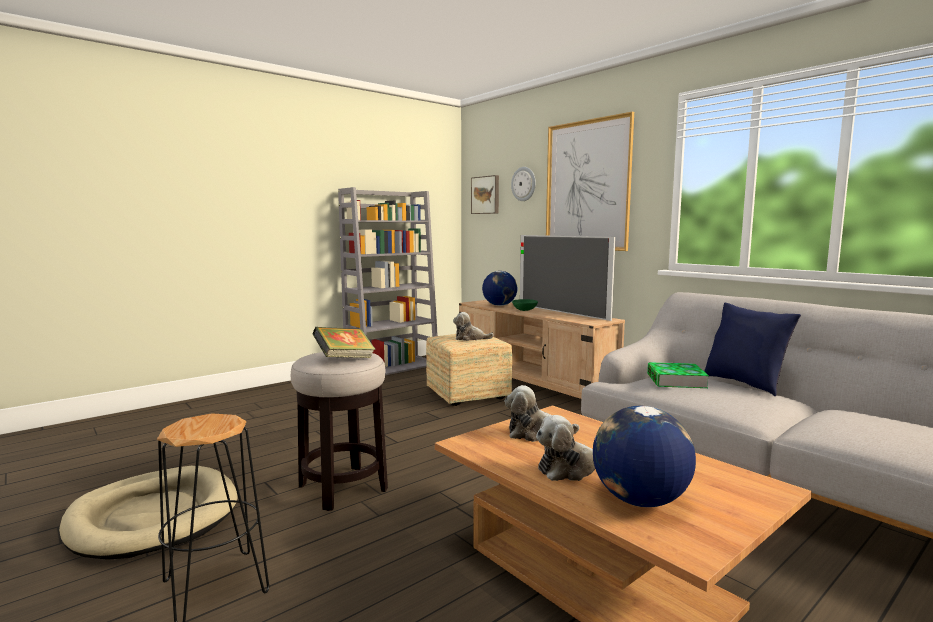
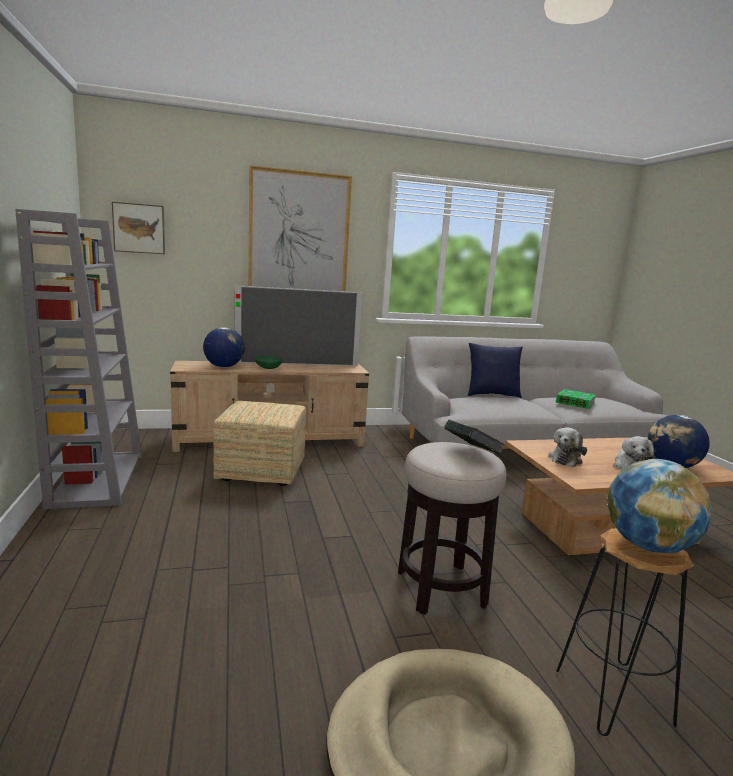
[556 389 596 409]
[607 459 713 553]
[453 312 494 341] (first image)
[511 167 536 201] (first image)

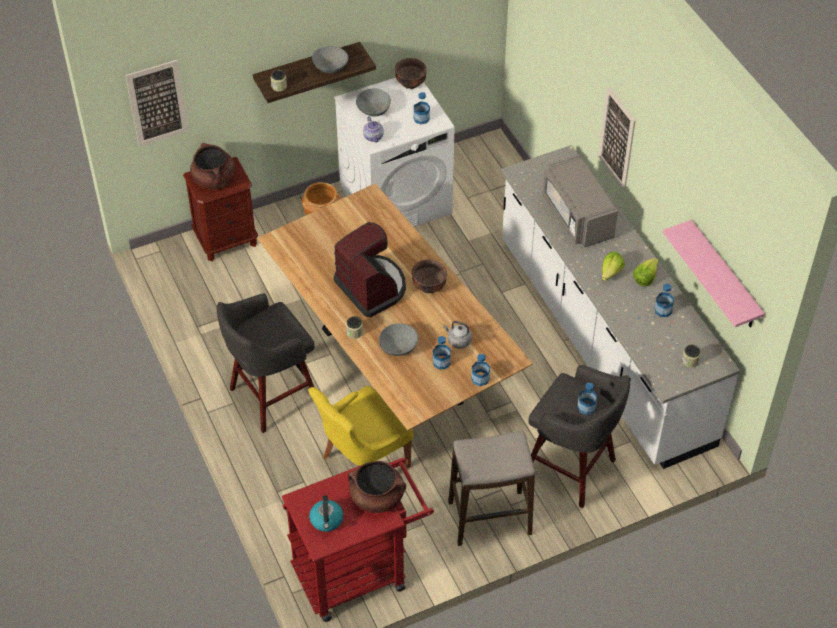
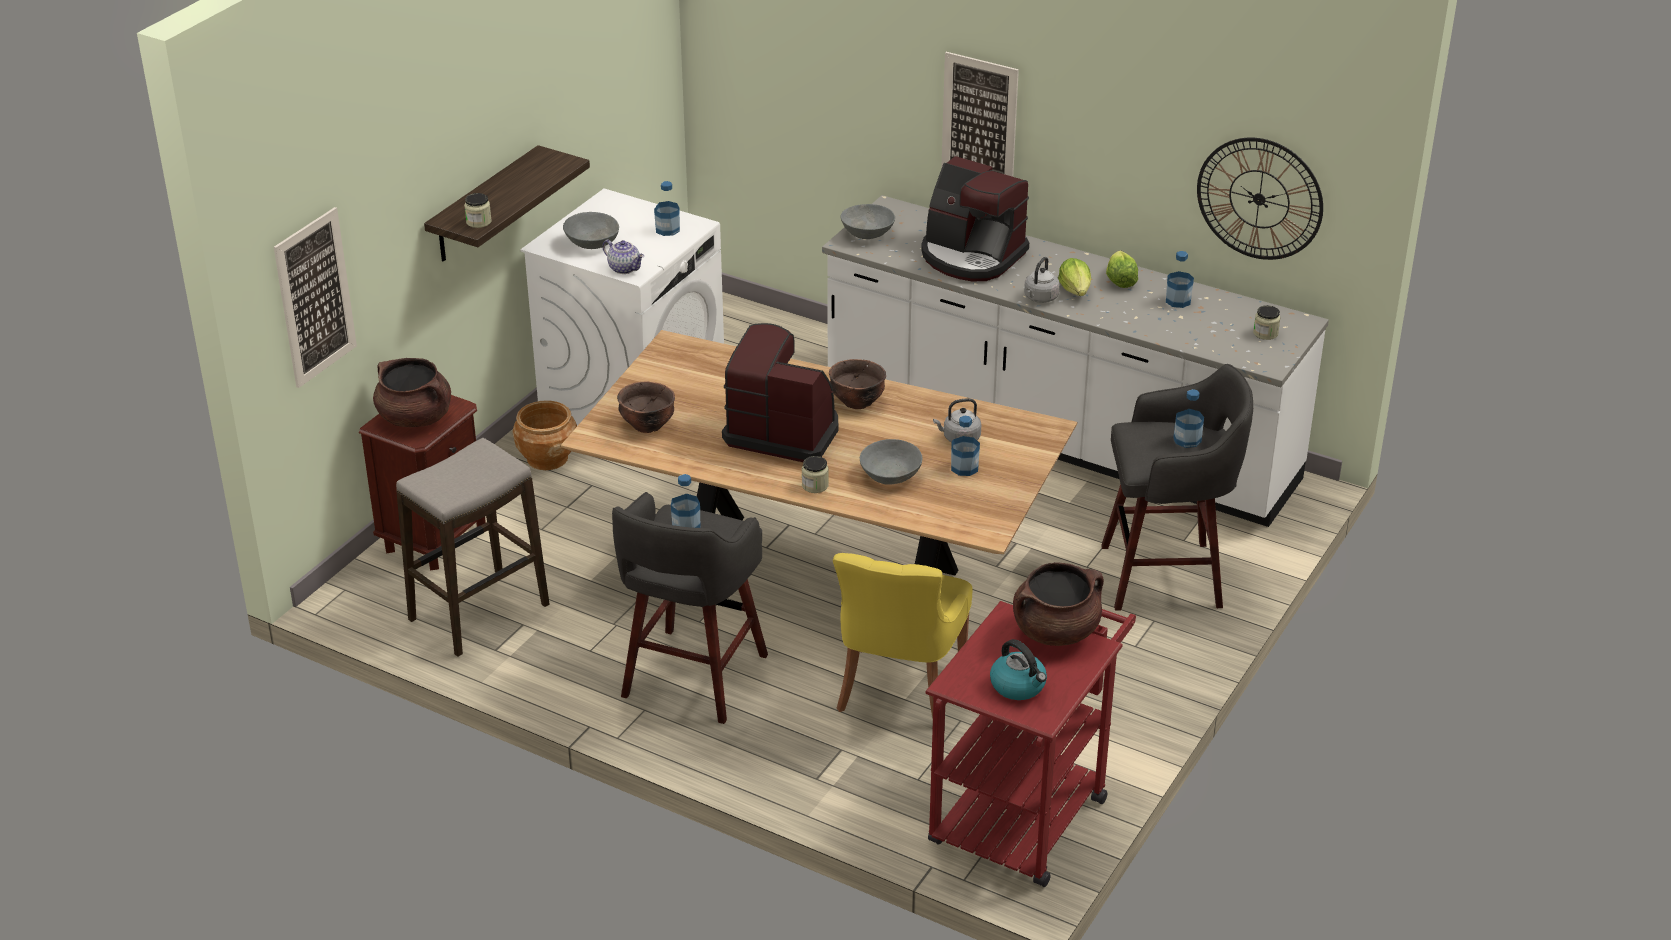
[396 438 549 657]
[617 382 675 433]
[671 474 700 528]
[841 204 895 239]
[921 156 1029 281]
[1024 257 1060 303]
[1197 138 1323 260]

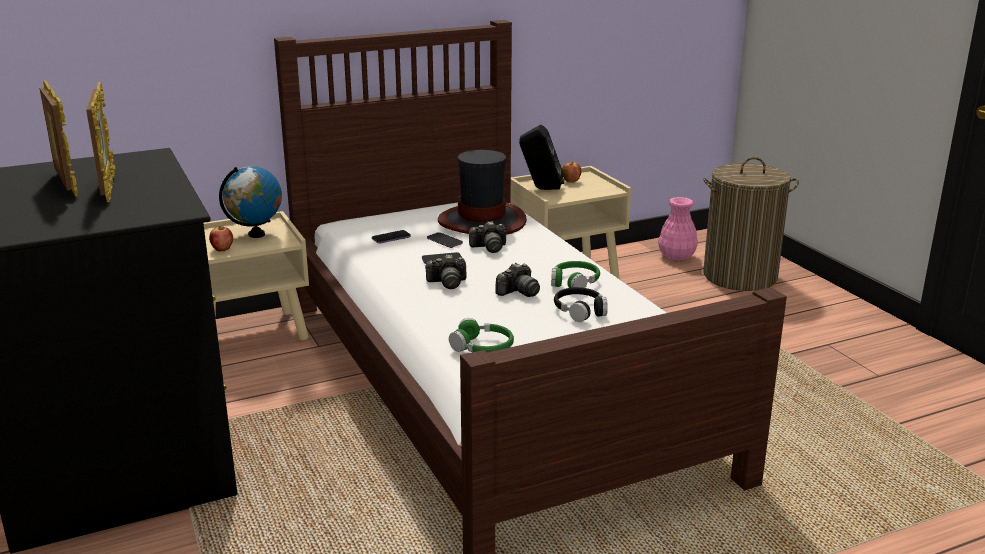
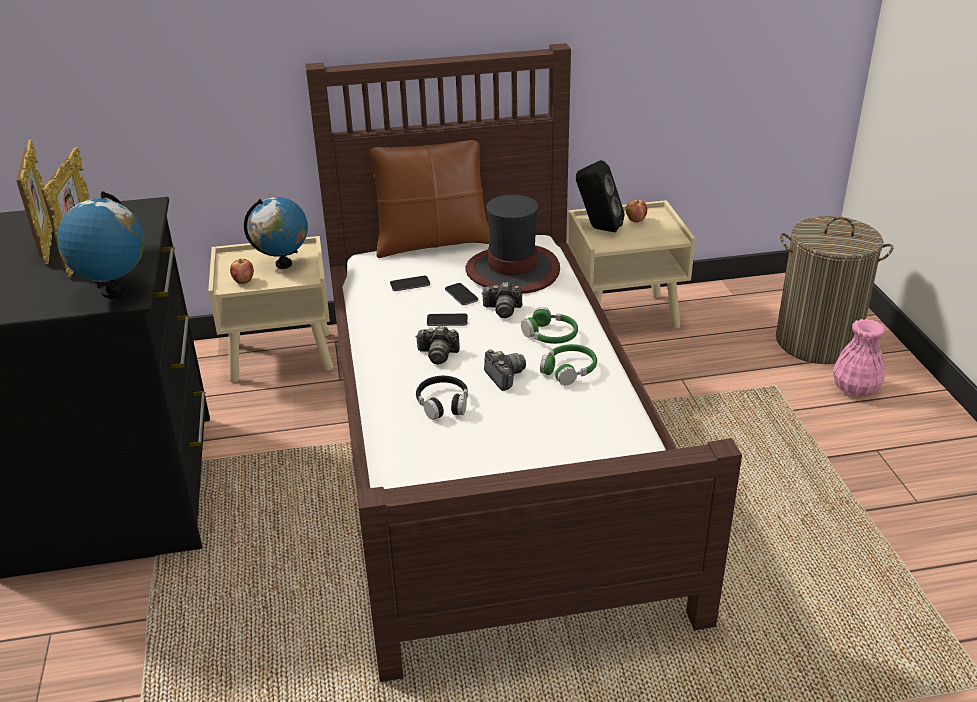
[57 191 144 299]
[369 140 490 258]
[416 376 468 420]
[484 350 526 391]
[521 307 578 344]
[833 319 885 396]

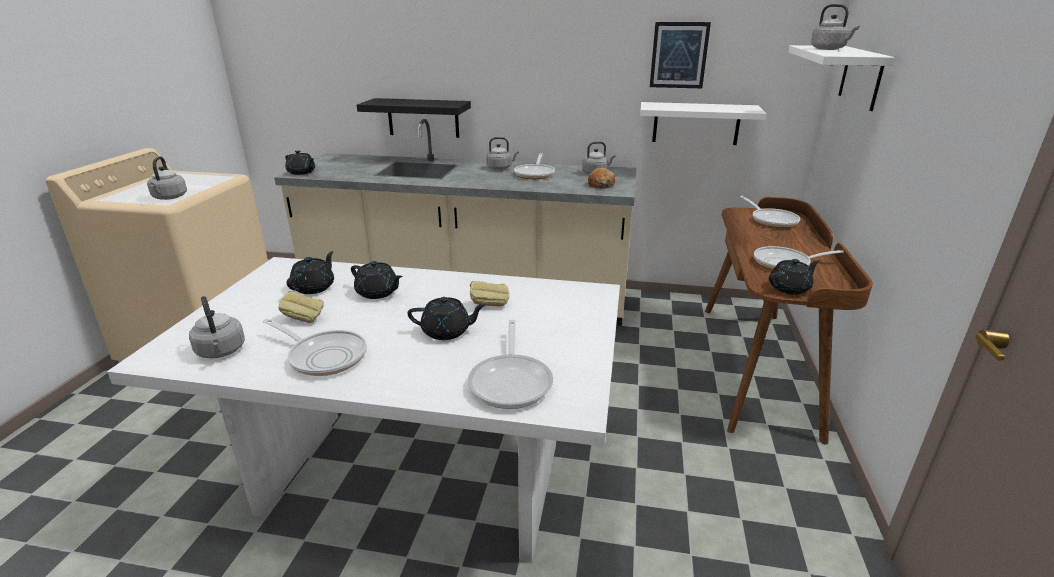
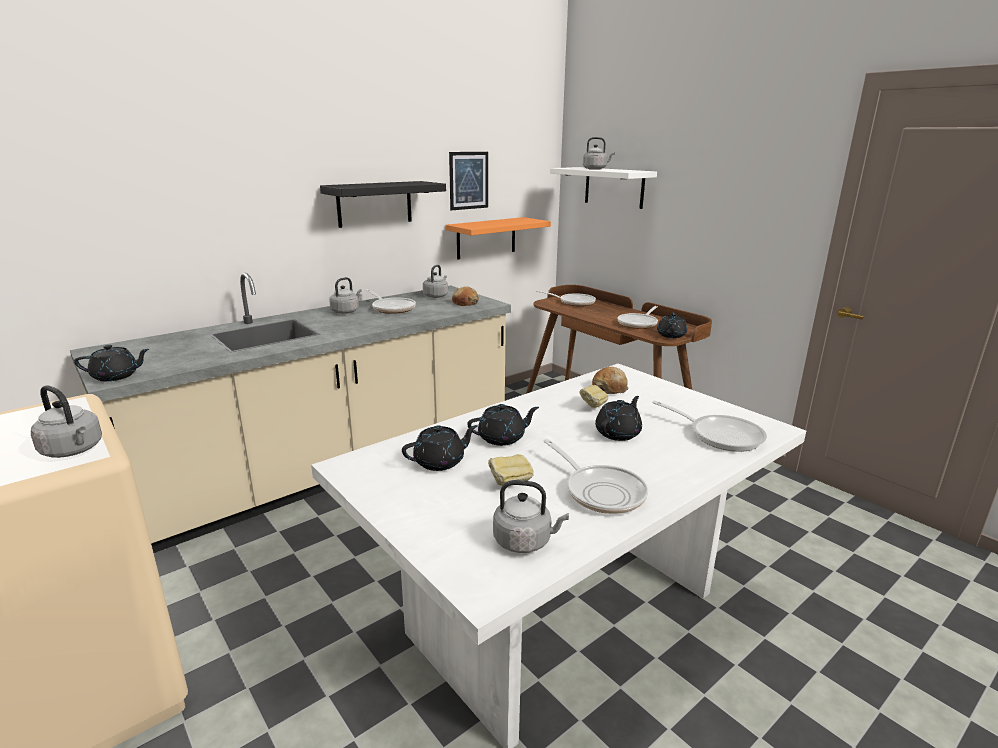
[320 181 446 228]
[402 425 477 471]
[446 217 551 259]
[543 439 648 514]
[592 367 628 394]

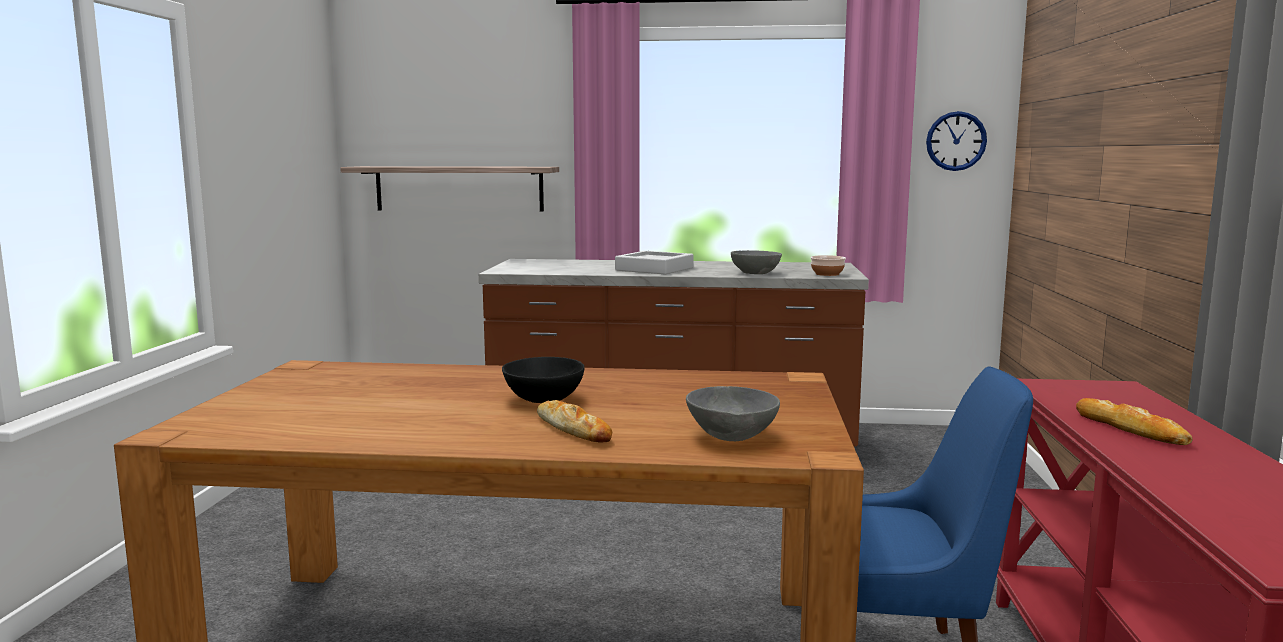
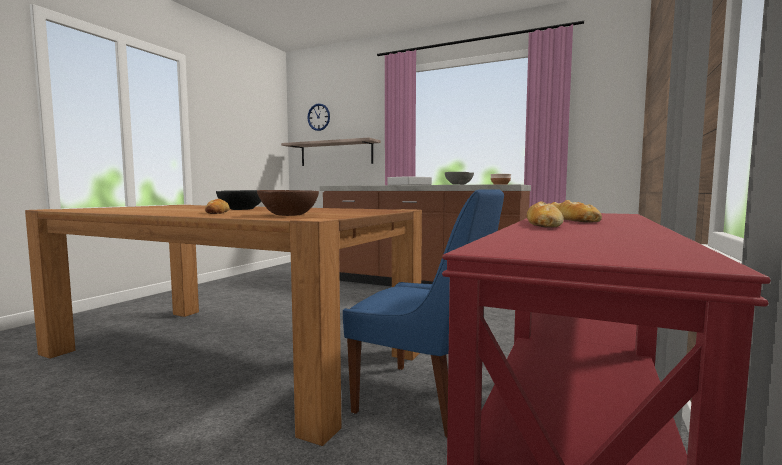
[257 190 319 216]
[307 103 330 131]
[527 201 564 228]

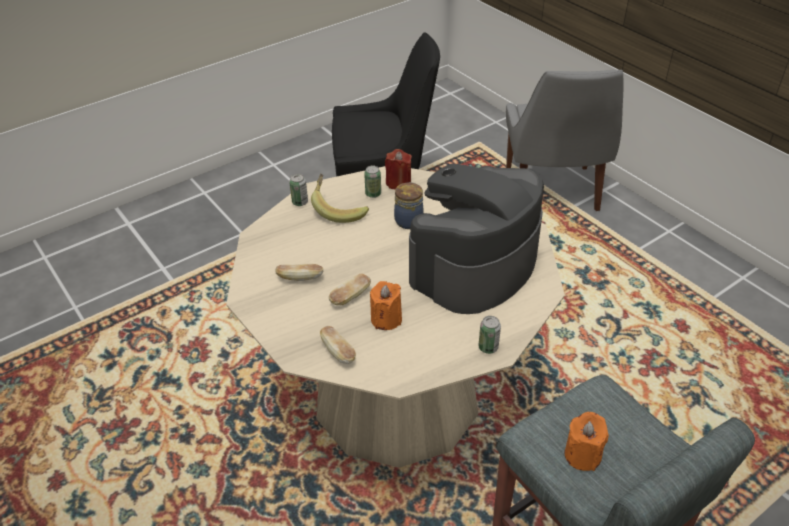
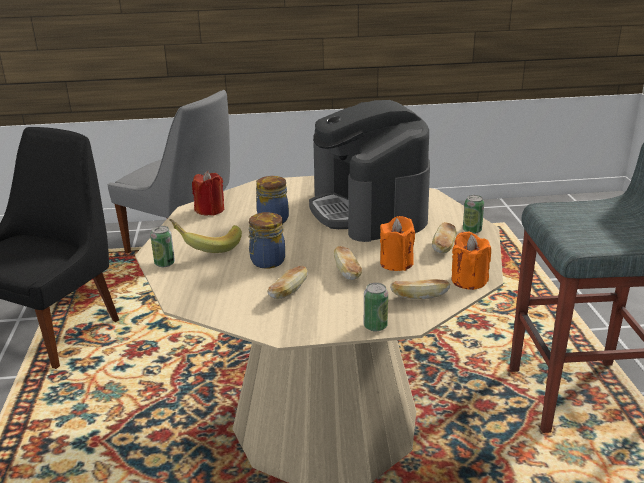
[248 212 285 268]
[364 283 388 331]
[432 222 457 253]
[452 231 491 290]

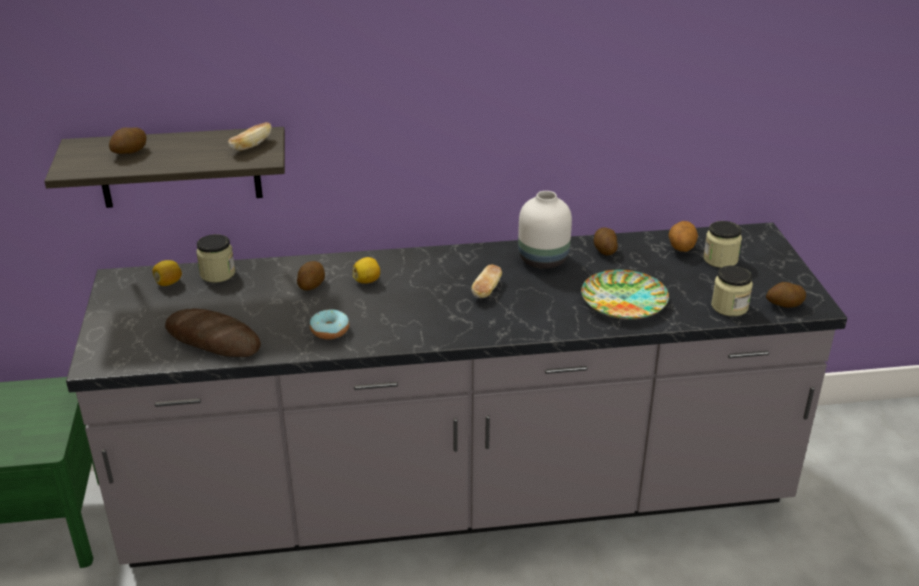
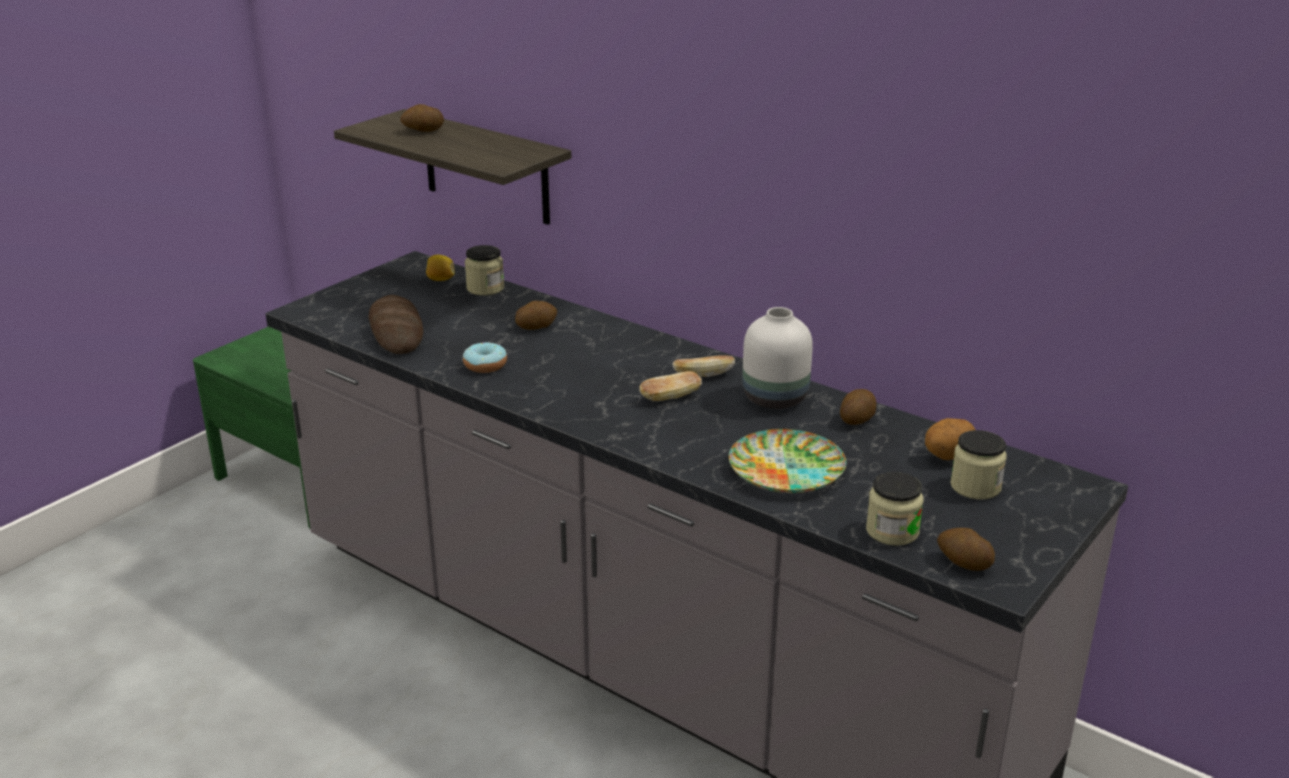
[672 355 735 377]
[353 257 380 284] (first image)

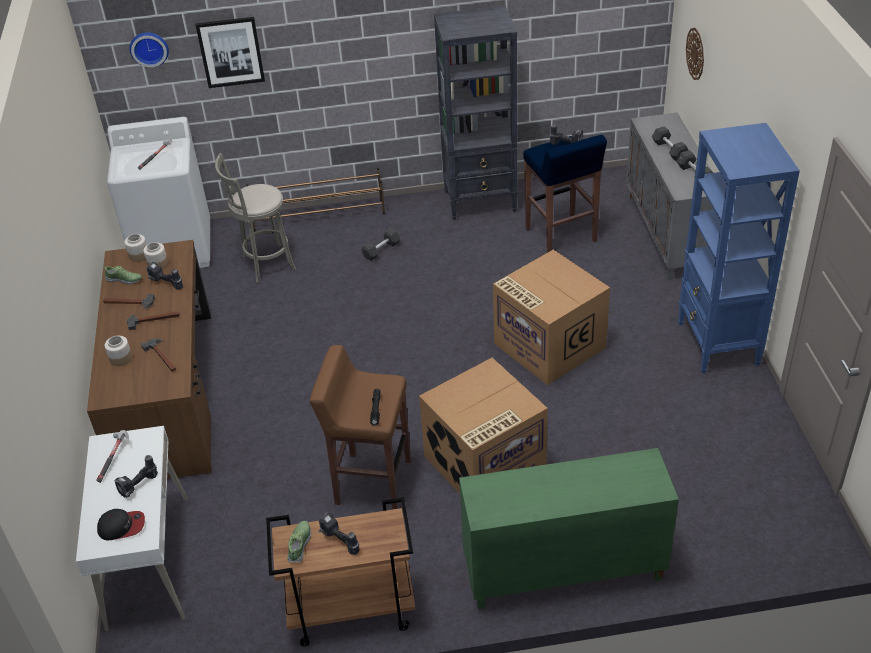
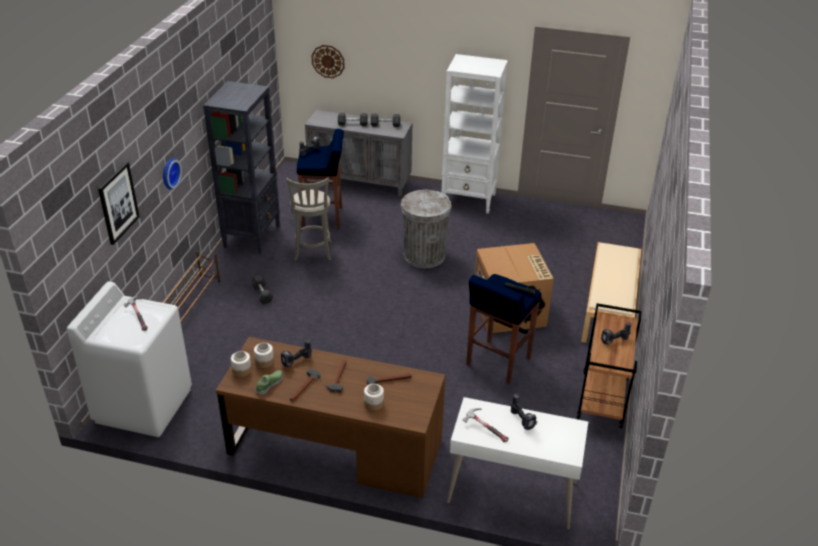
[163 158 182 190]
[286 177 332 261]
[401 189 452 268]
[441 54 508 214]
[466 274 541 384]
[581 242 641 343]
[97 509 145 540] (first image)
[287 521 311 563] (first image)

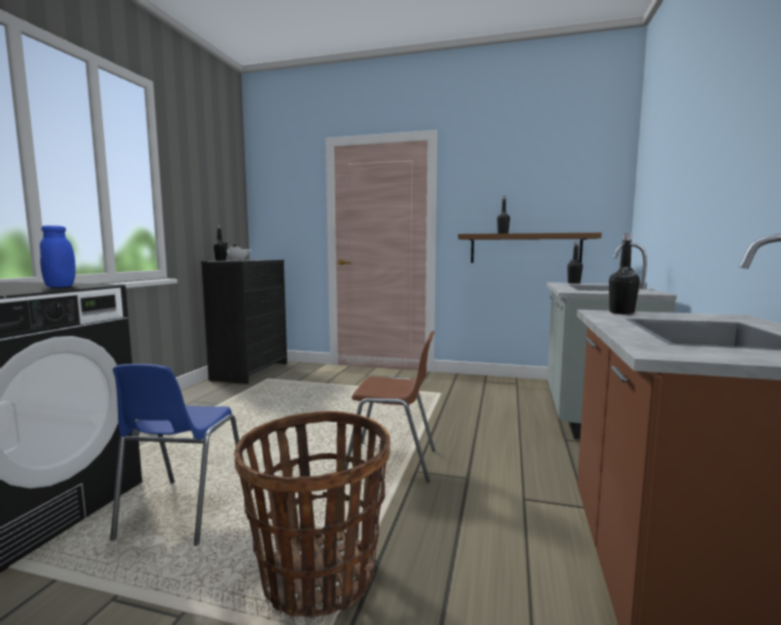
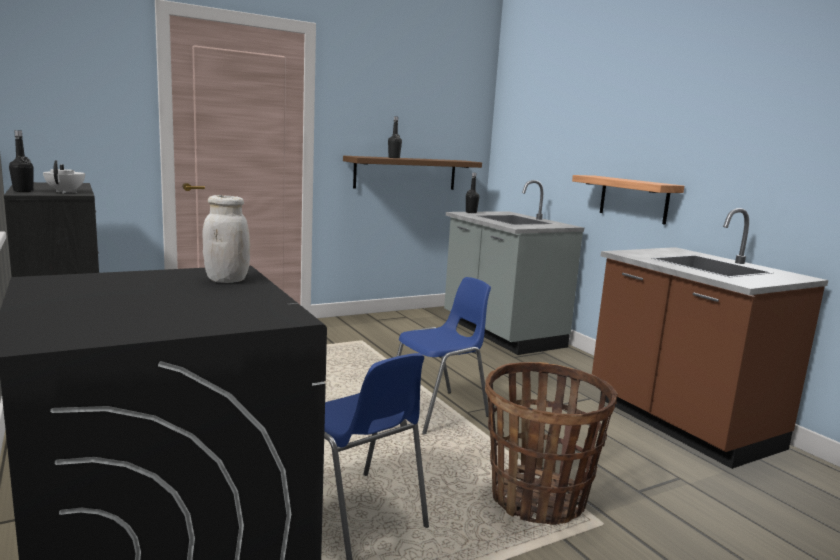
[202 195 250 283]
[397 277 491 435]
[572 175 684 225]
[609 233 640 314] (first image)

